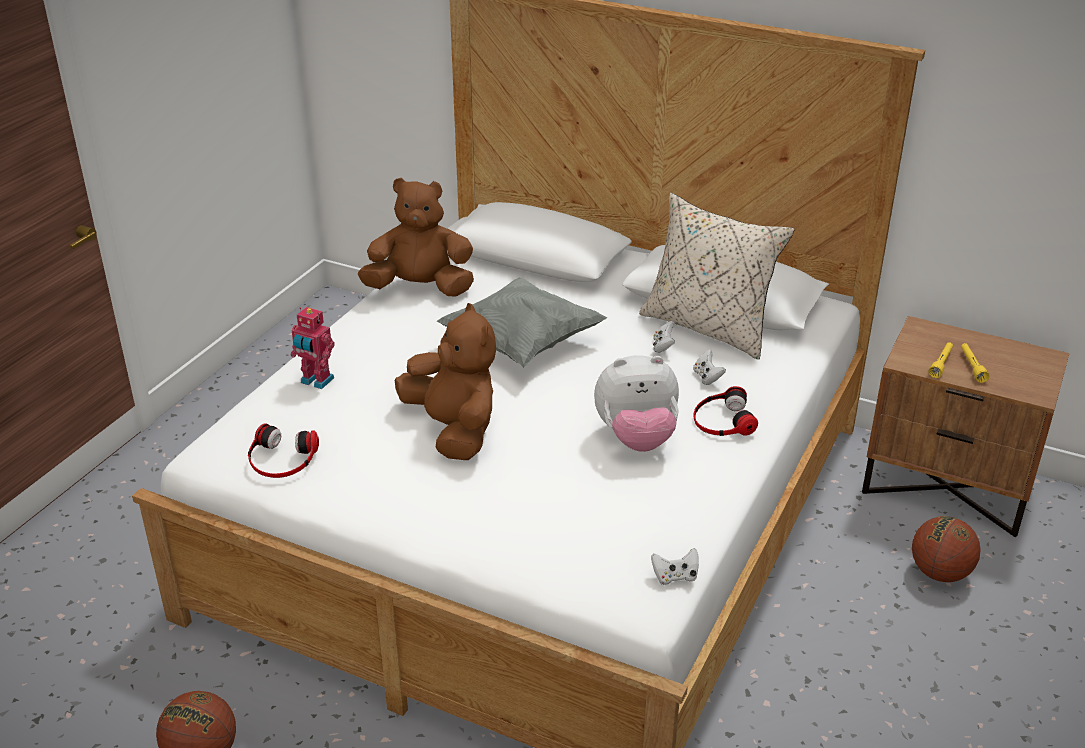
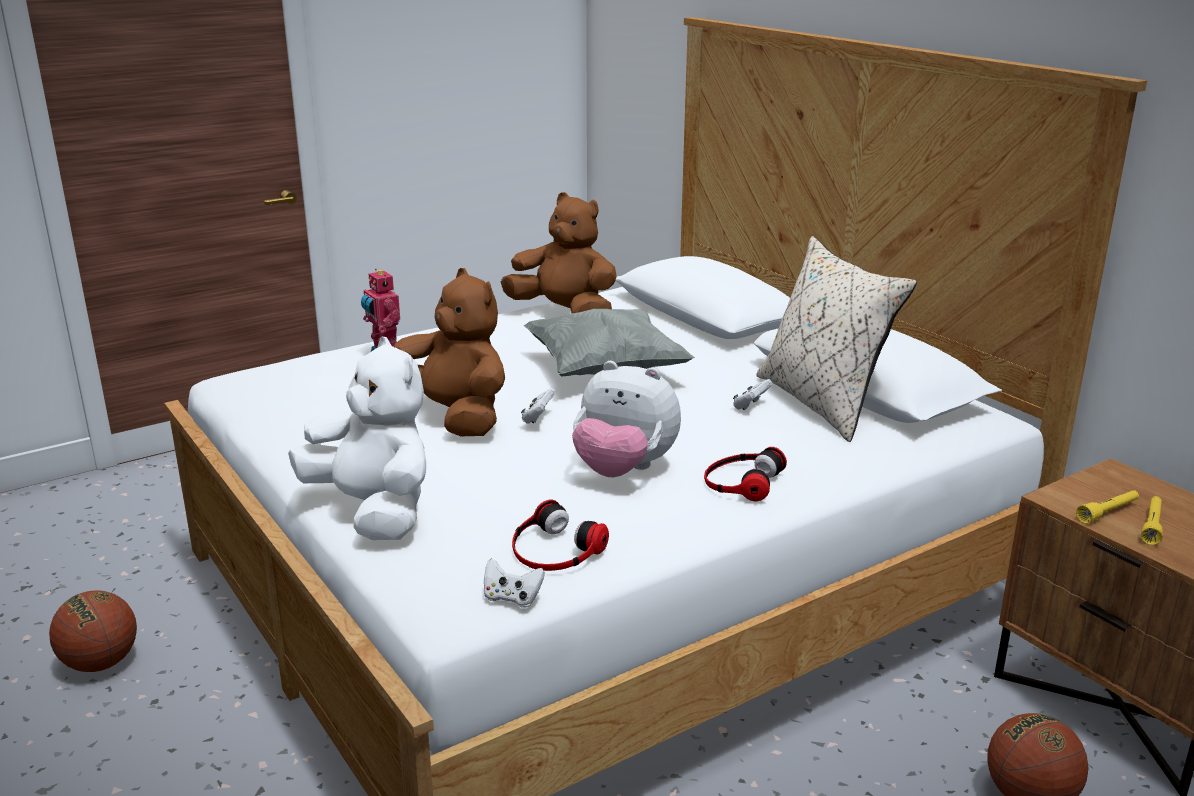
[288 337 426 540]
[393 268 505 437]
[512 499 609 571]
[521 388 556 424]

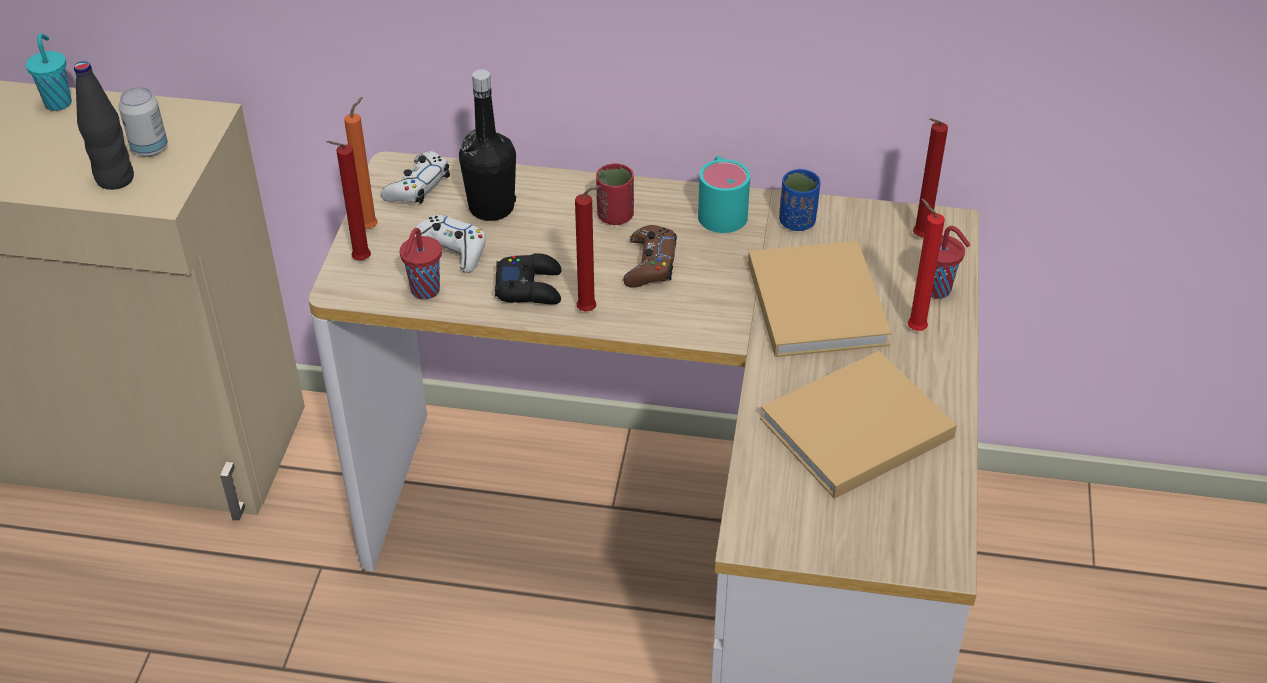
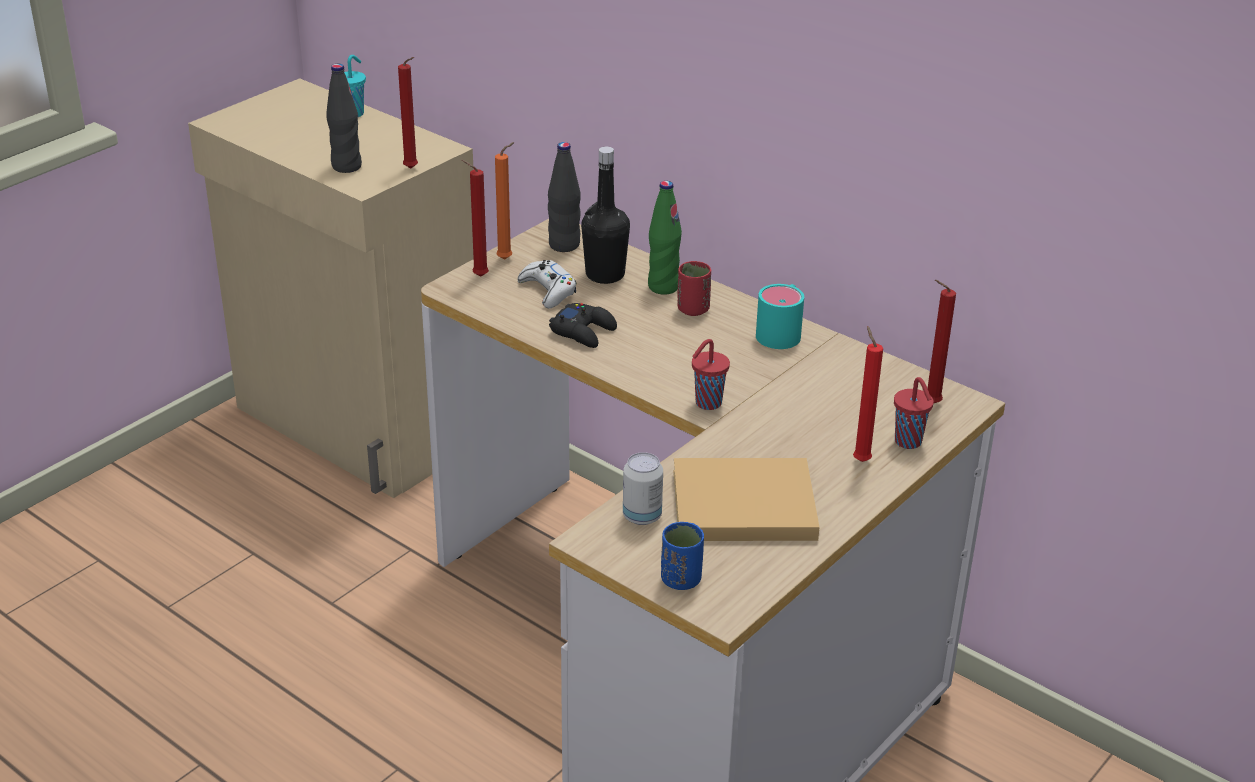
[398 57 418 169]
[548 142 581 252]
[623 452 663 525]
[648 181 682 295]
[661 522 704 590]
[692 339 730 410]
[623 225 677 288] (first image)
[748 241 892 357] (first image)

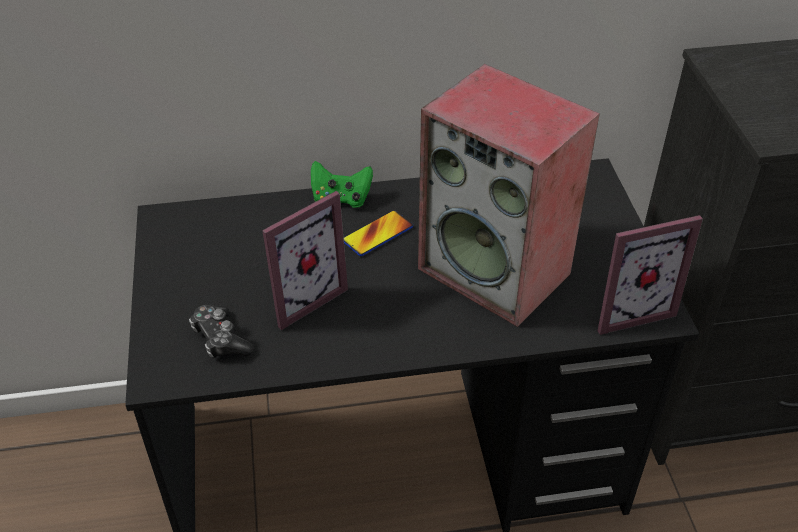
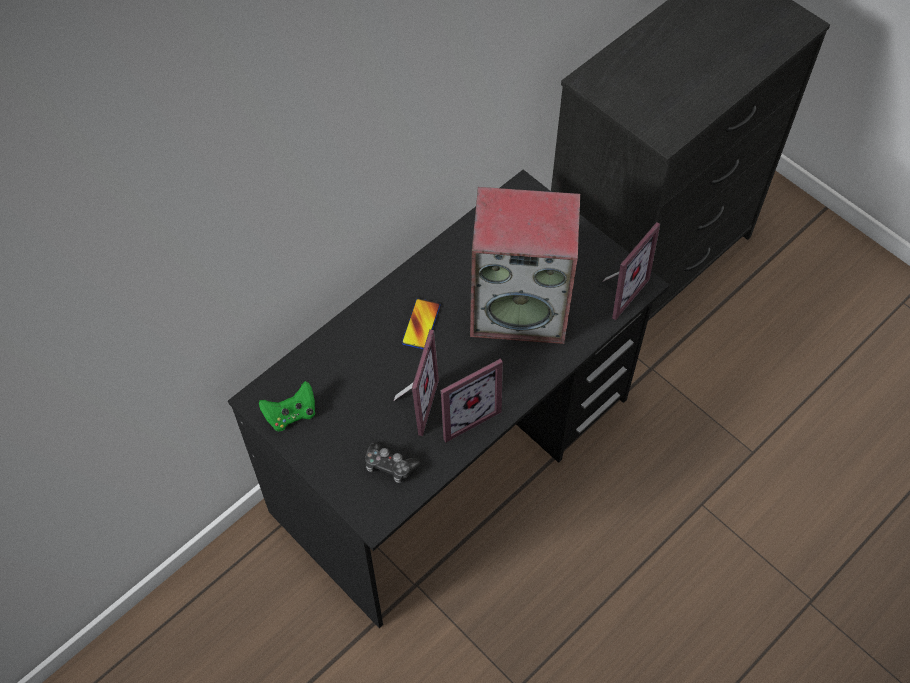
[259 381 315 431]
[441 359 503 442]

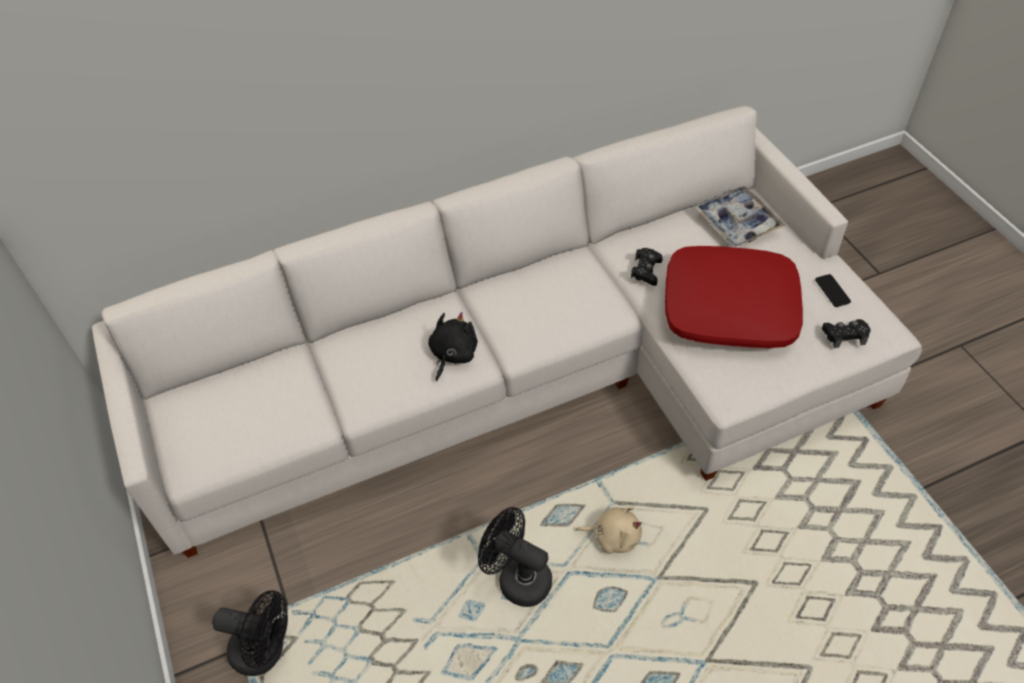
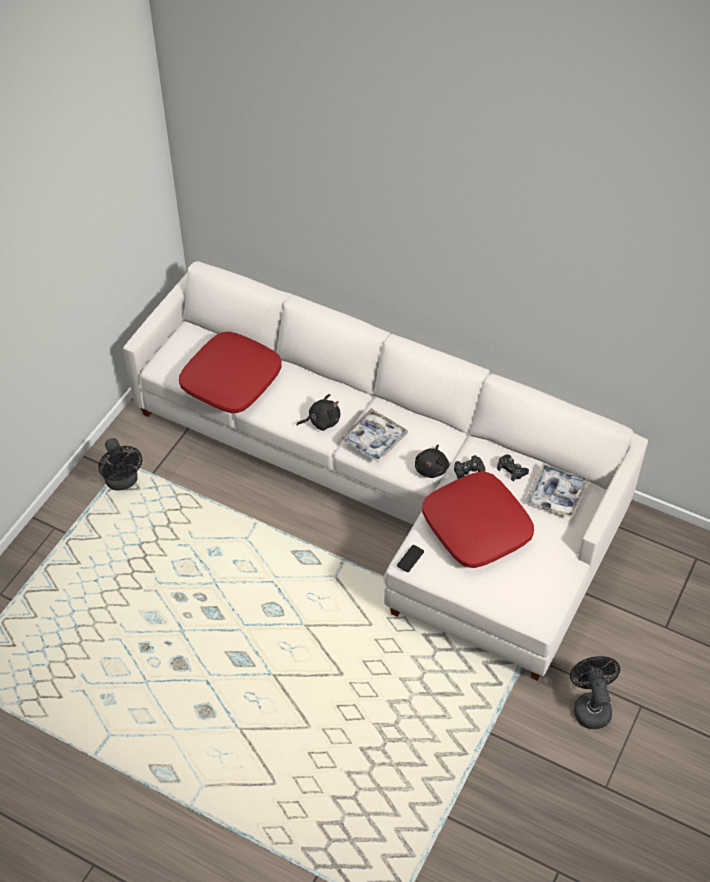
[179 332 282 413]
[341 408 408 463]
[397 545 424 572]
[415 445 449 478]
[497 454 529 482]
[570 656 620 729]
[576 507 642 554] (first image)

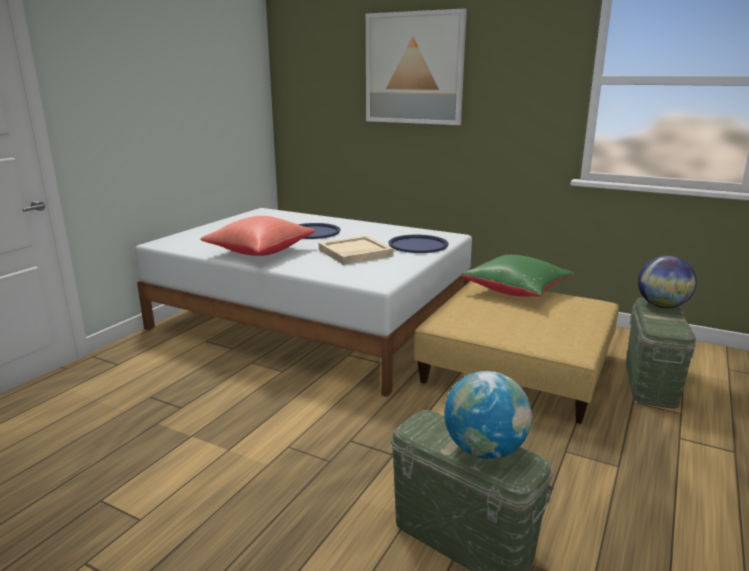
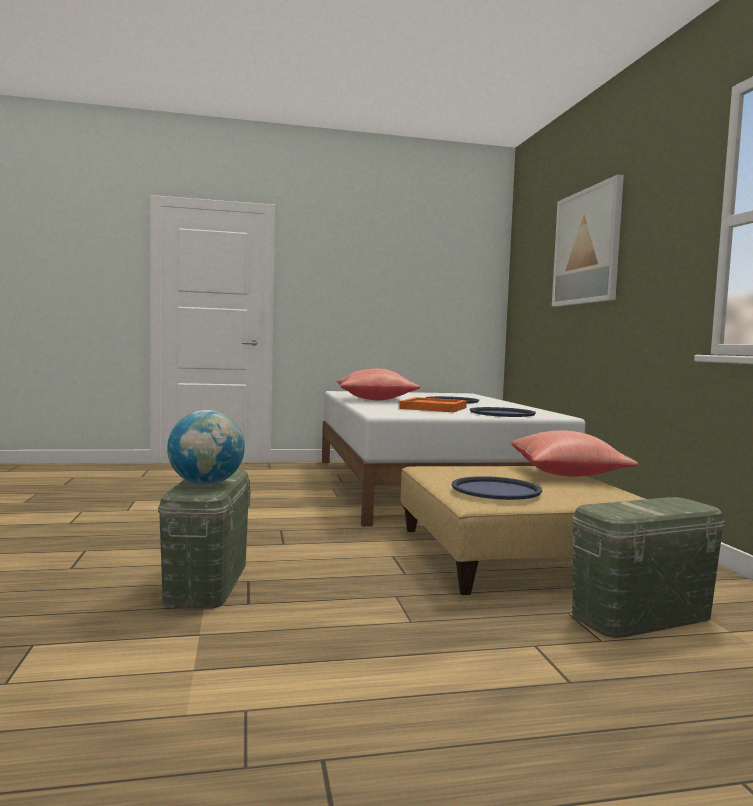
[399 397 467 412]
[452 476 542 500]
[511 430 638 477]
[638 256 697 308] (first image)

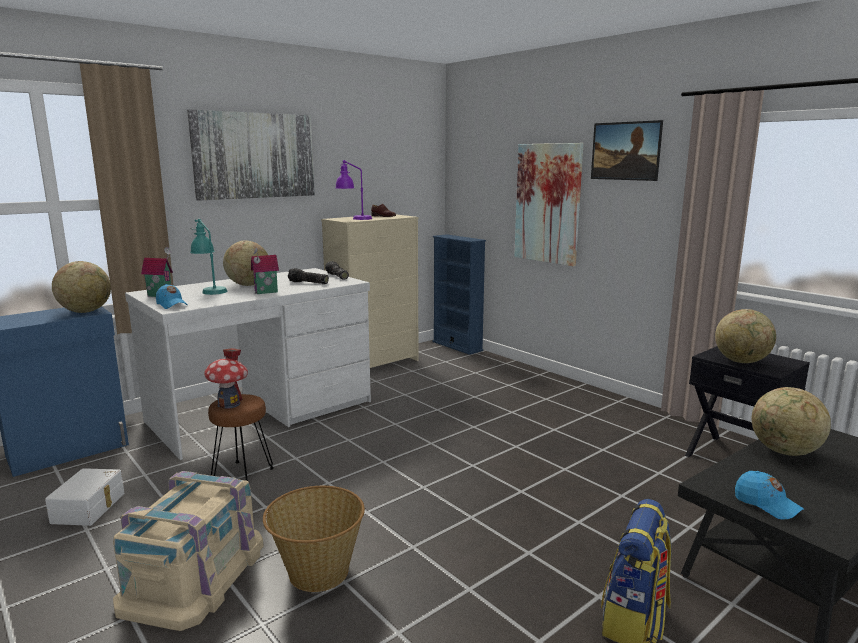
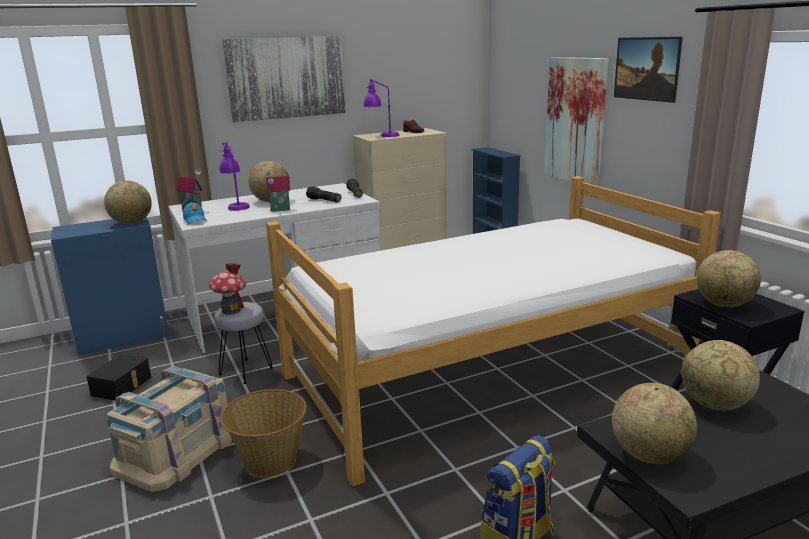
[87 354 151 400]
[215 302 273 384]
[219 142 250 211]
[266 176 721 486]
[612 383 697 464]

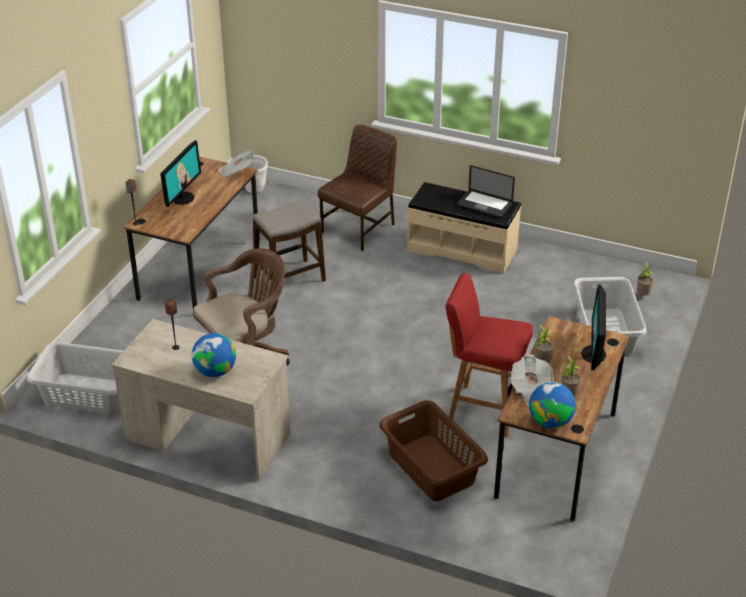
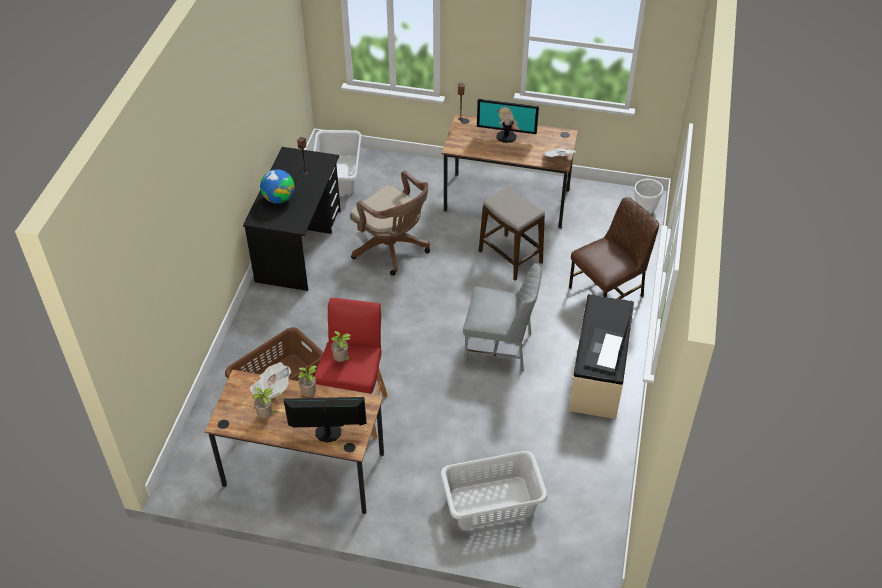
[243 147 341 291]
[331 331 351 362]
[463 263 542 371]
[569 197 659 299]
[529 382 576 429] (first image)

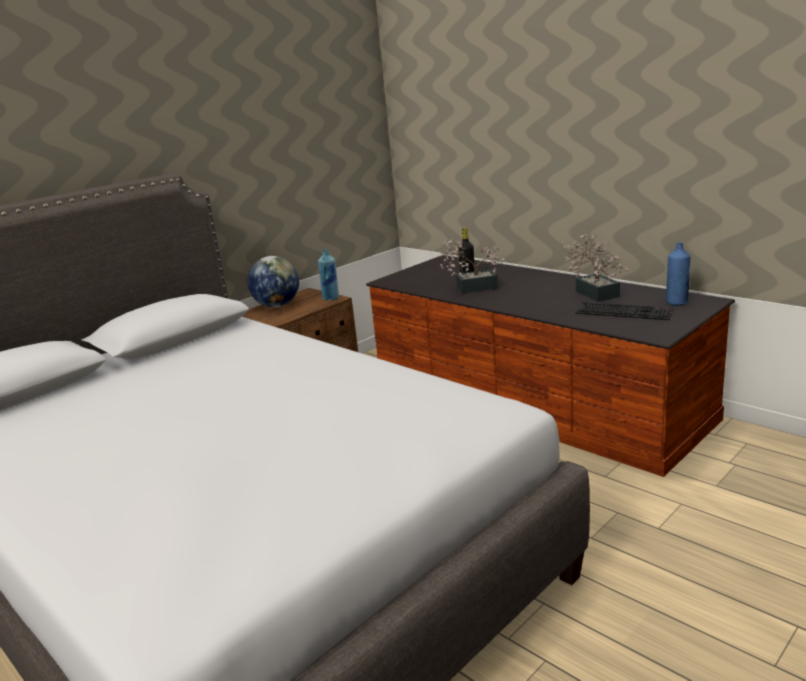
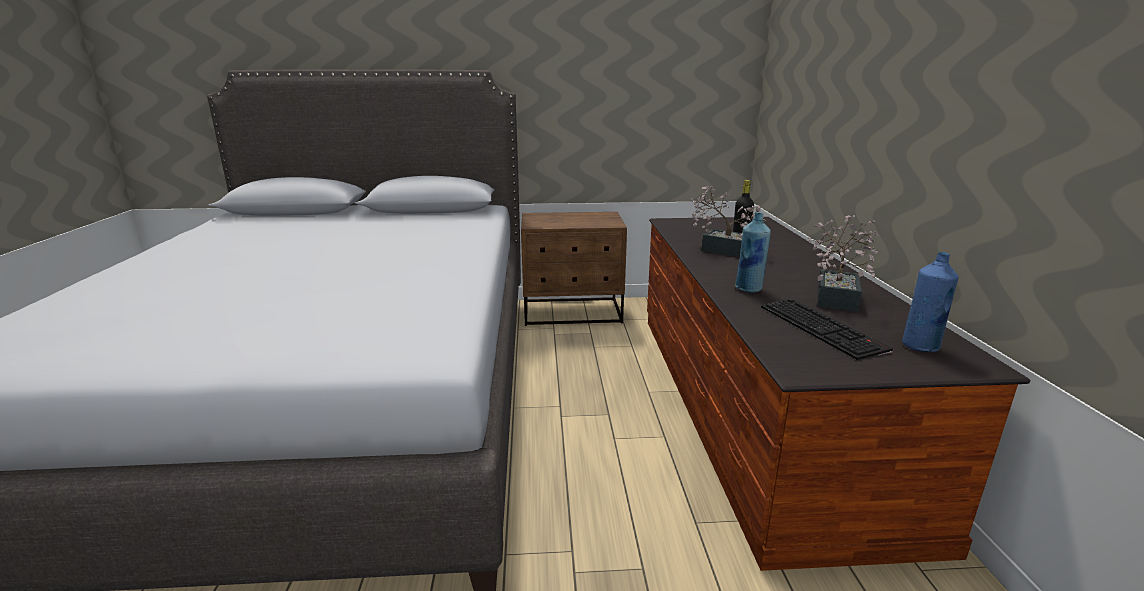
[735 212 771 293]
[247 256 299 308] (first image)

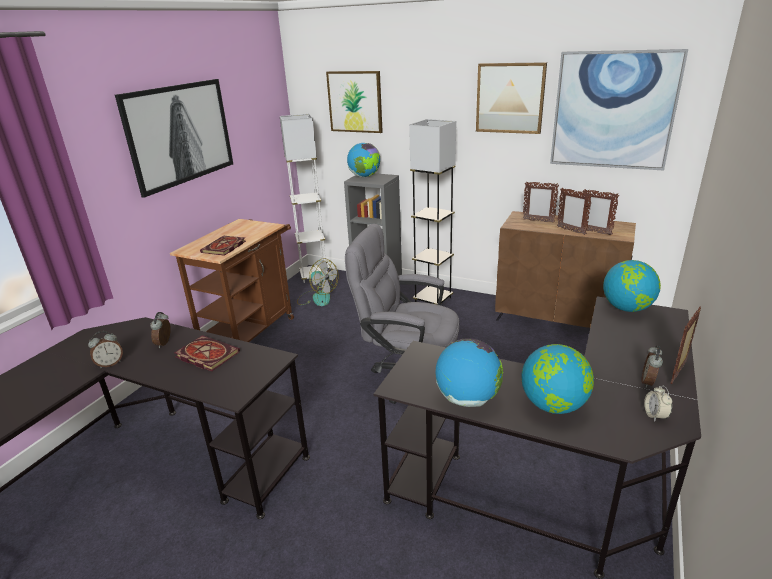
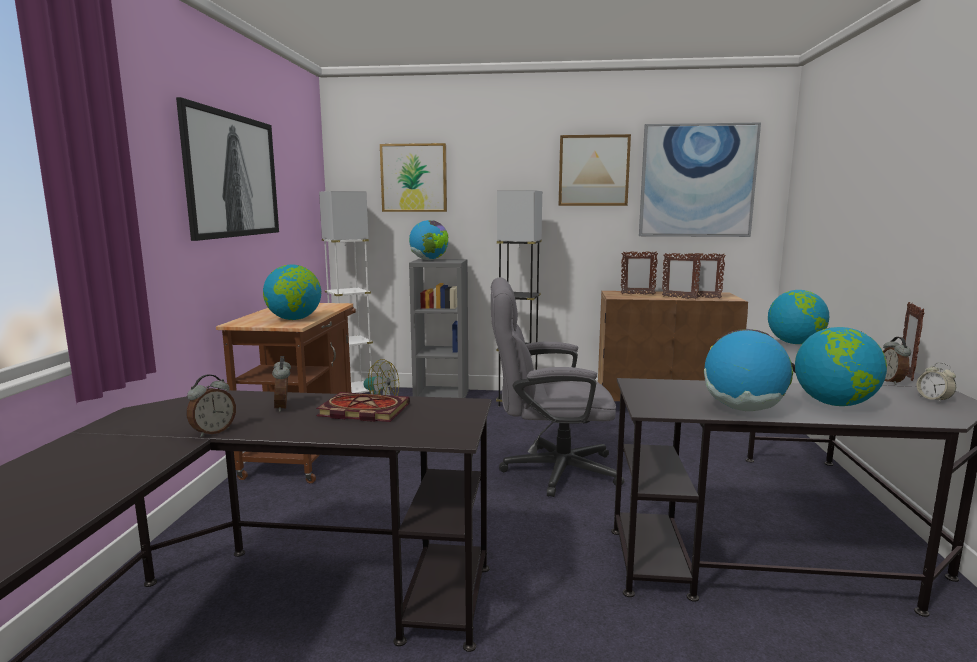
[263 265 321 320]

